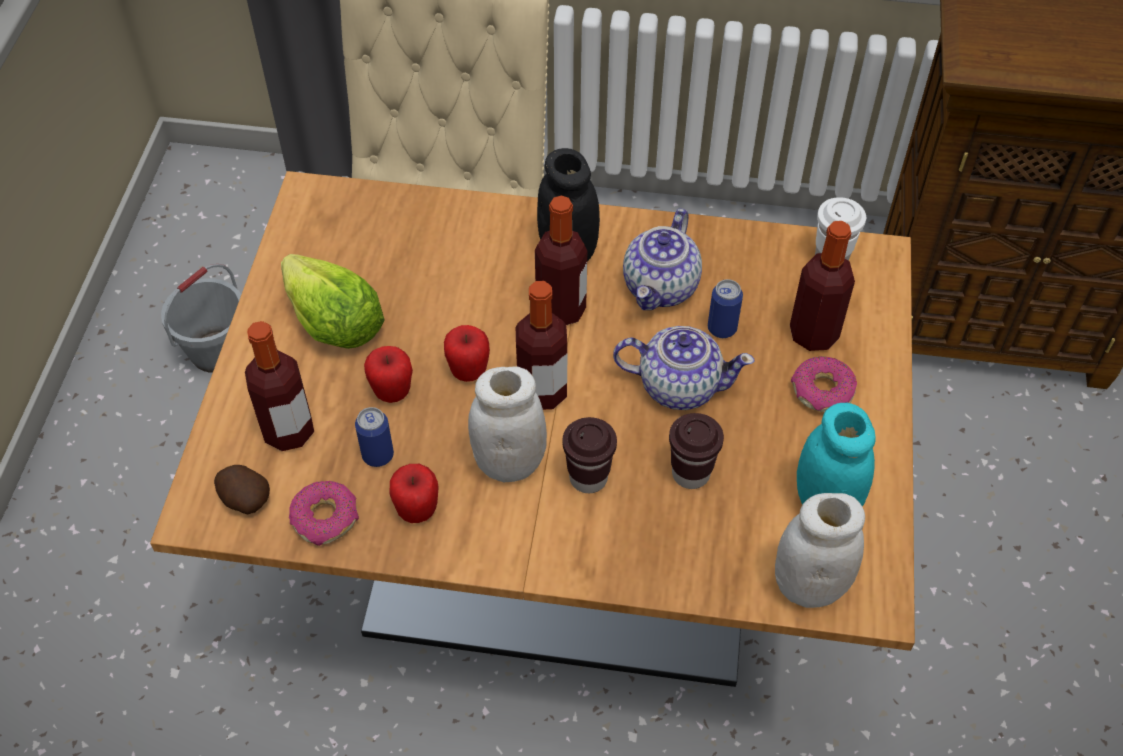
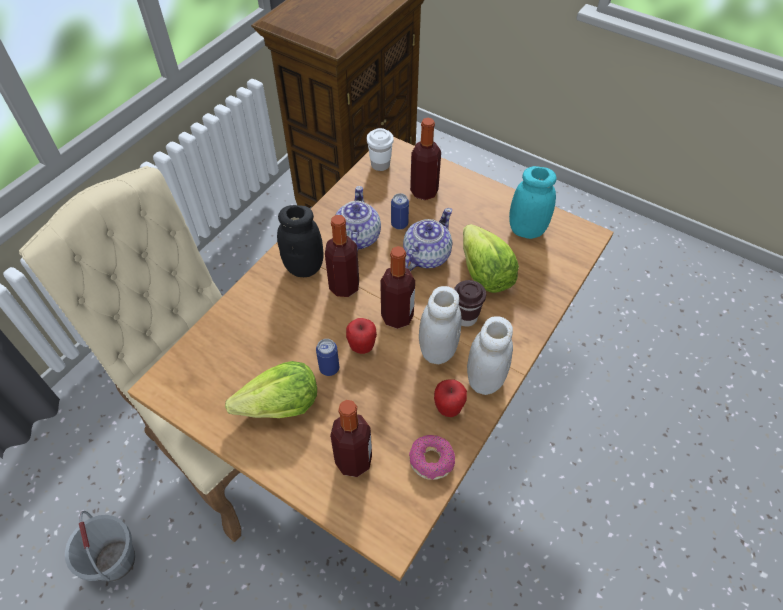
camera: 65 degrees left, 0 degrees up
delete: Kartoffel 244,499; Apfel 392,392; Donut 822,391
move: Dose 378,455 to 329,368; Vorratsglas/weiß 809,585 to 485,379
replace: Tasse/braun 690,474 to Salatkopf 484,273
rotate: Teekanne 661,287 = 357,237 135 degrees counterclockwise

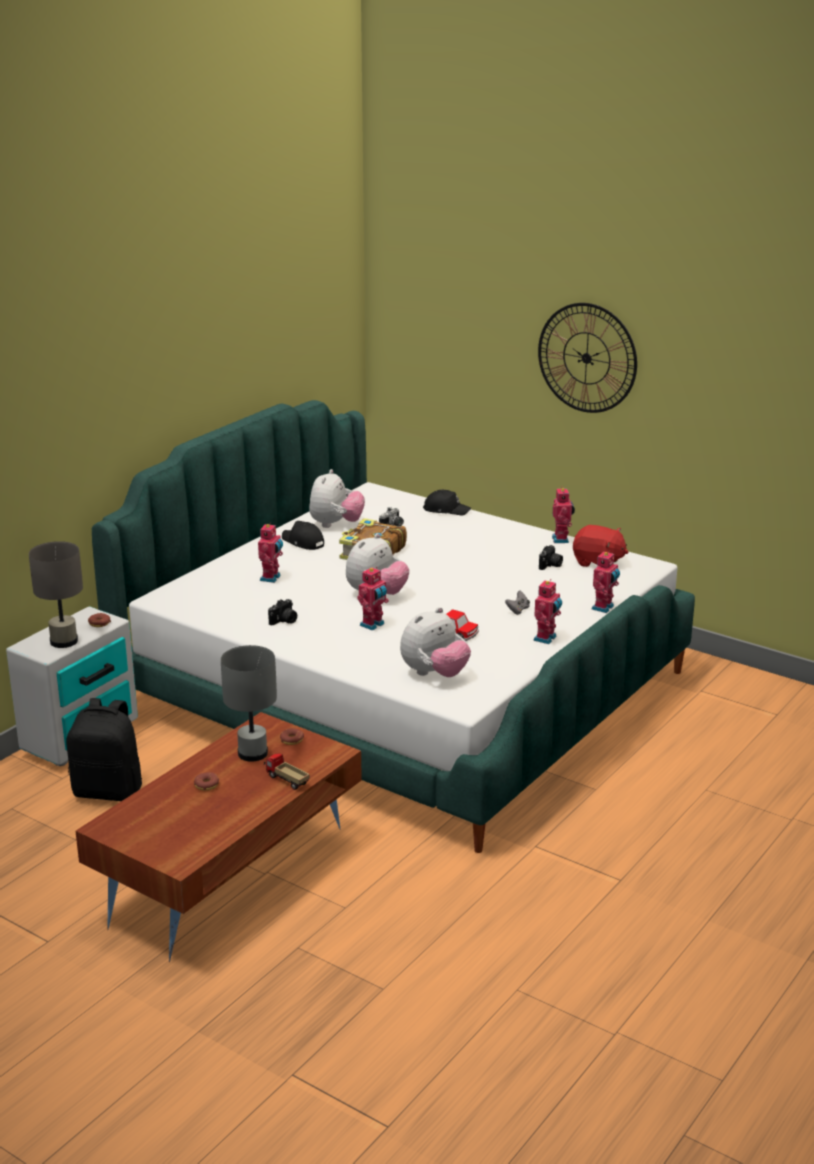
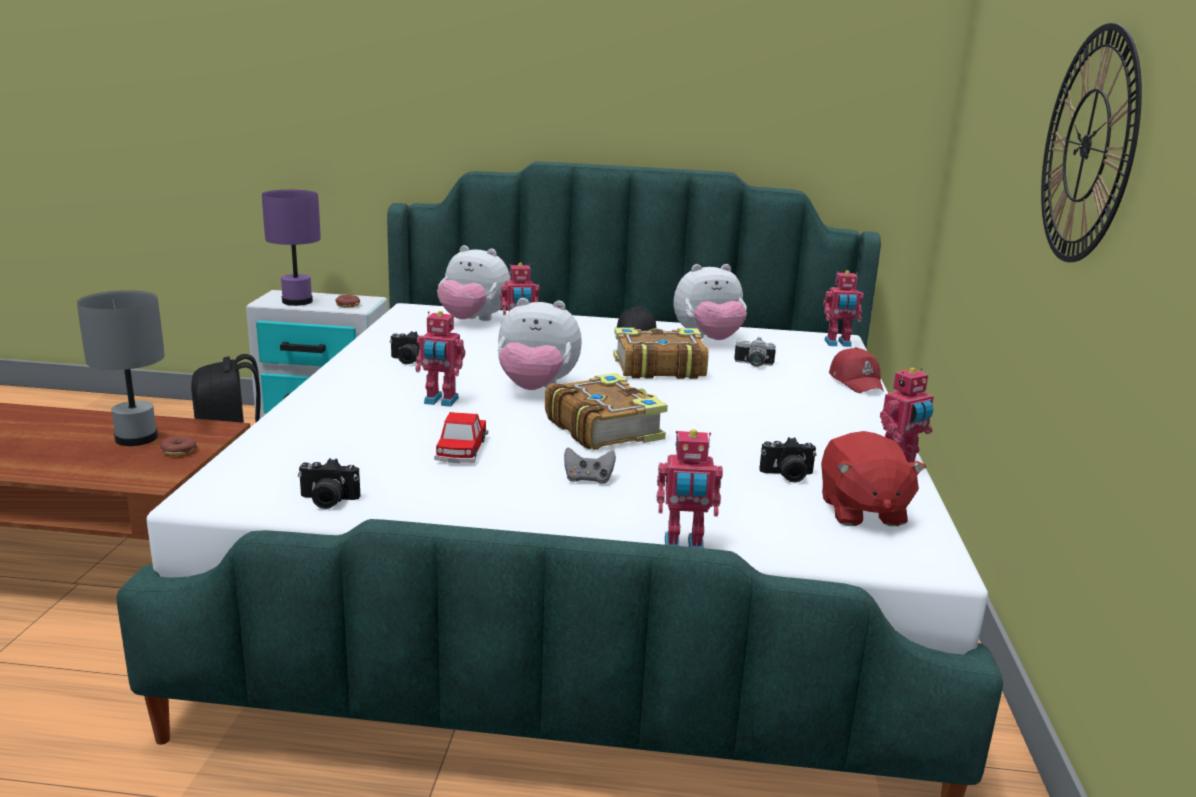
camera: 60 degrees right, 5 degrees down
delete: Donut 206,785; Spielzeuglaster 286,781
insert: Kamera 327,501; Buch 604,428
move: Plüschtier 434,674 to 473,321; Spielzeugroboter 546,638 to 838,344
recolor: Tischlampe/grau 63,642 to Tischlampe/lila 296,301; Kappe/schwarz 446,510 to Kappe/rot 856,382

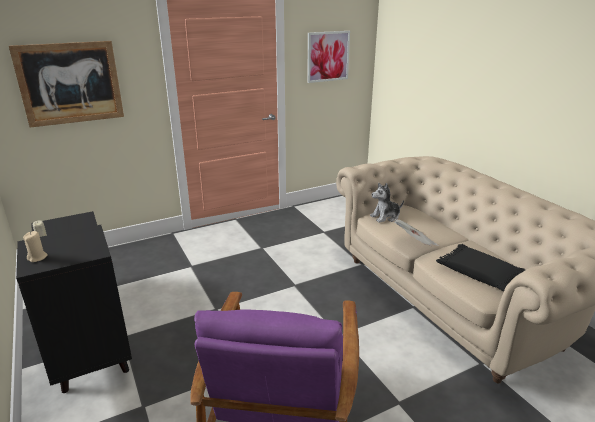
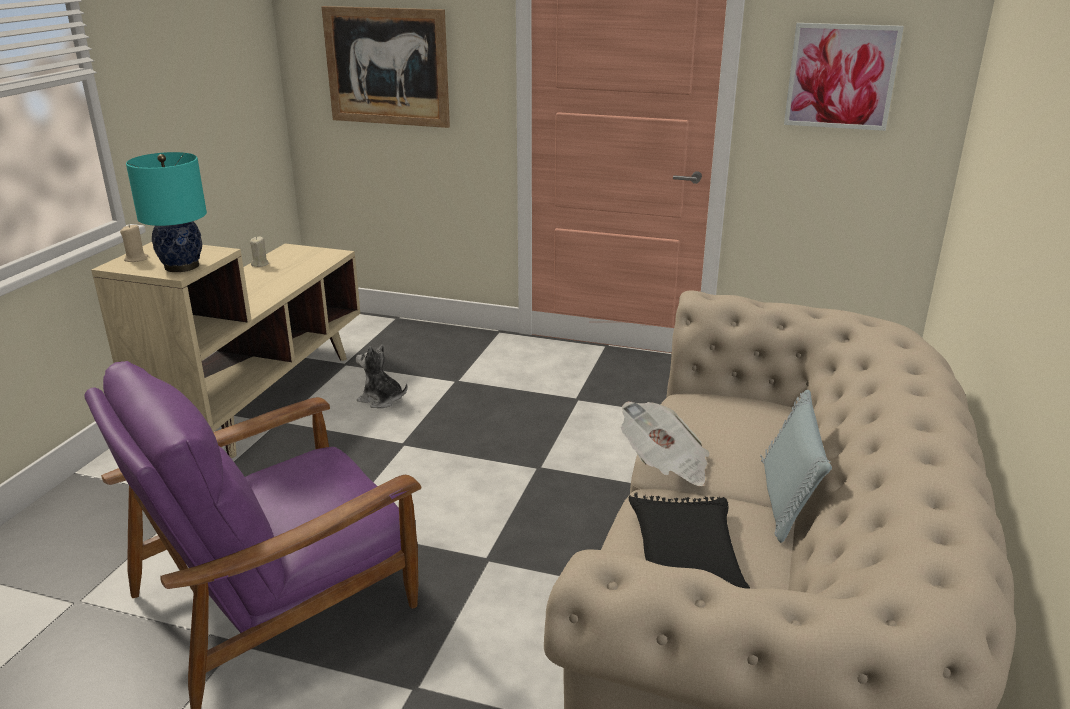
camera: 45 degrees right, 0 degrees up
insert: Tischlampe/türkis 181,266; Kissen/blau 788,501
move: Plüschtier 385,217 to 381,400
recolor: Fernsehschrank/schwarz 86,329 to Fernsehschrank/beige 262,396

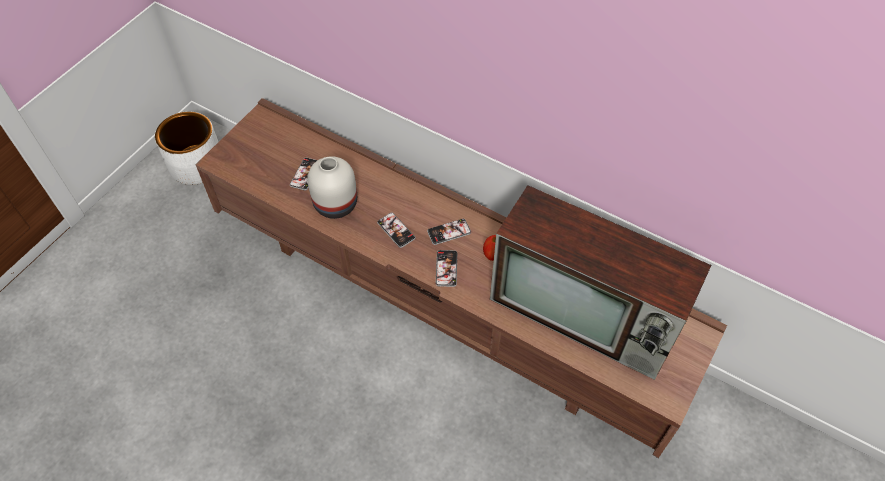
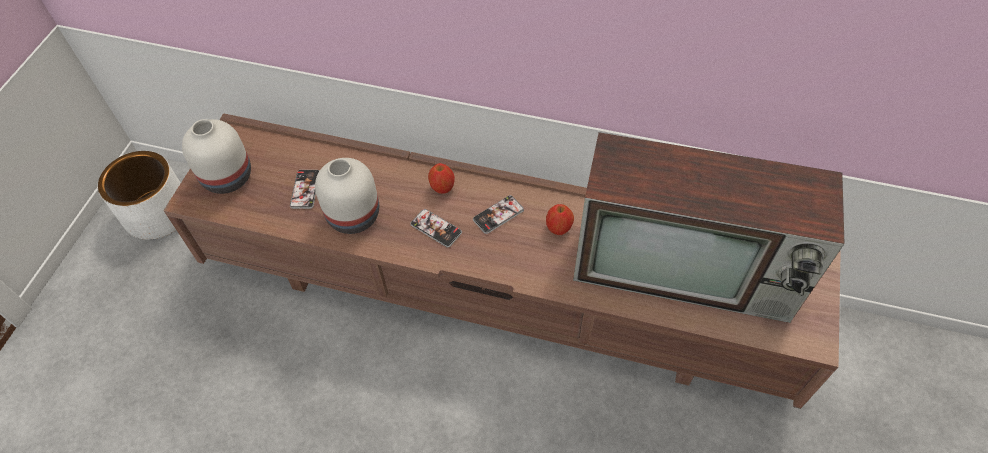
camera: 15 degrees left, 0 degrees up
delete: Handy 446,268
insert: Vase/weiß 226,177; Apfel 442,187

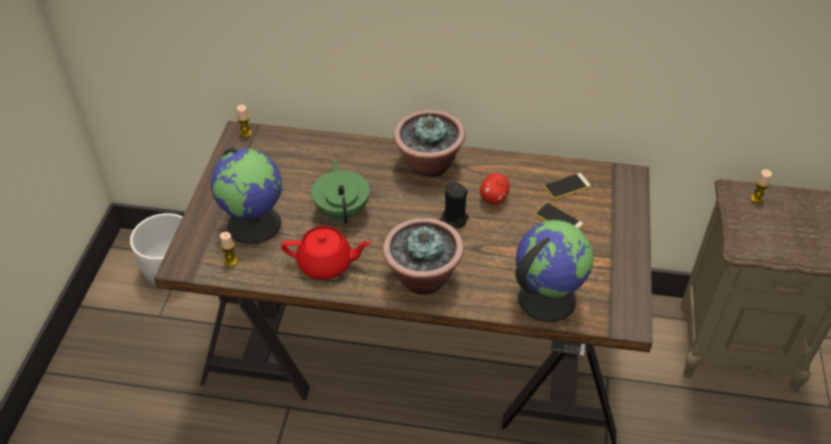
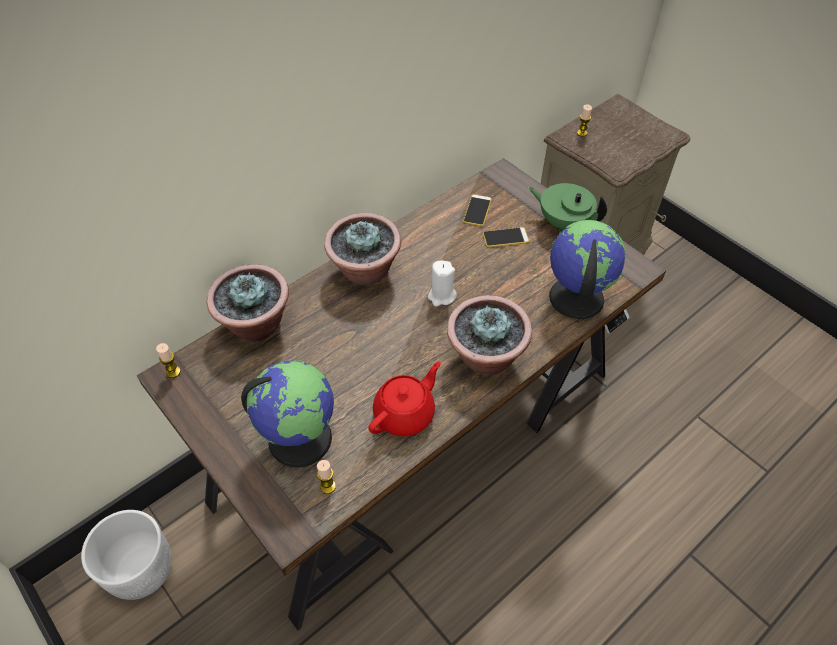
camera: 50 degrees left, 5 degrees up
delete: Apfel 493,199
insert: Topfpflanze 255,325
move: Teekanne/grün 342,210 to 563,222
recolor: Kerze/schwarz 454,219 to Kerze/weiß 441,296

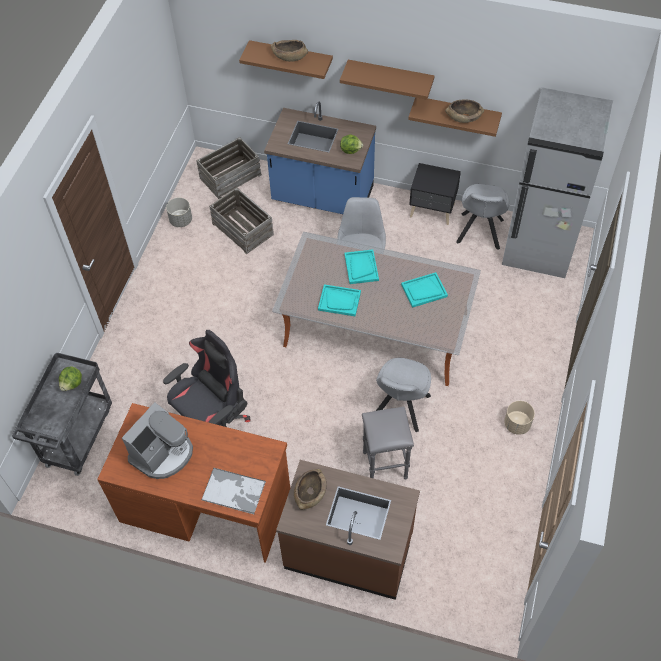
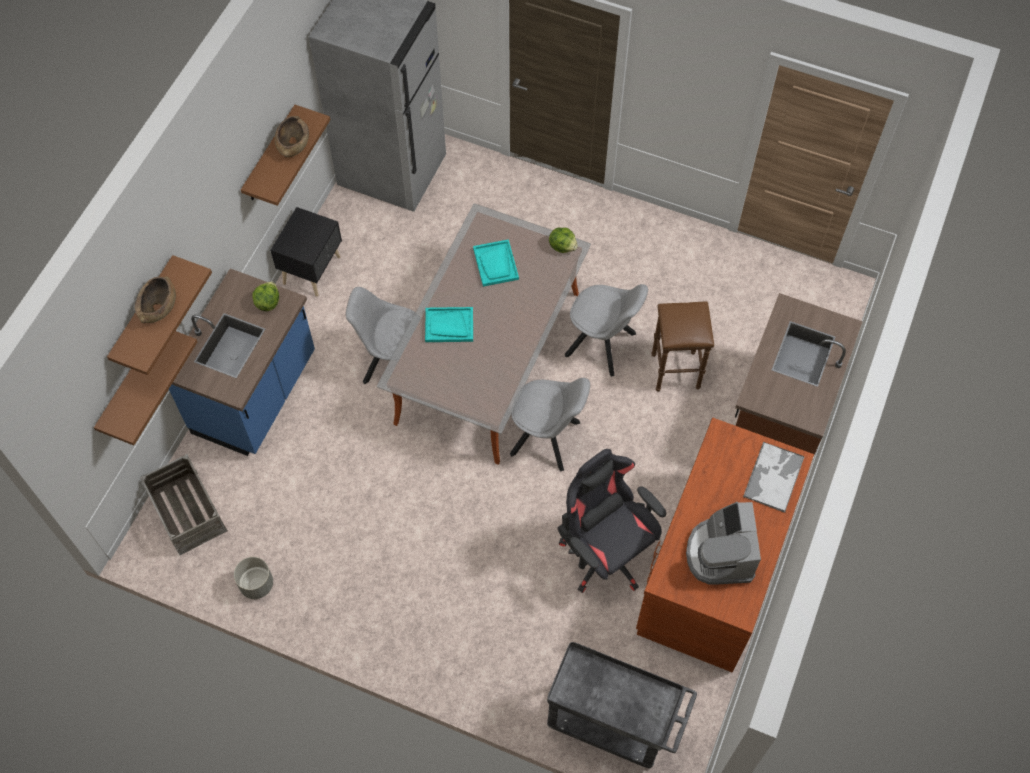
camera: 85 degrees left, 5 degrees up
delete: Kiste 243,228; Schüssel/braun 310,493; Tablett/türkis 339,301; Pflanzkübel/beige 517,424
move: Wandregal/braun 390,76 to 131,383; Stuhl/grau 480,232 to 547,439; Salatkopf 72,384 to 562,246
recolor: Hocker/grau 384,466 to Hocker/braun 676,371
rotate: Kaffeemaschine 163,453 = 720,554 135 degrees counterclockwise

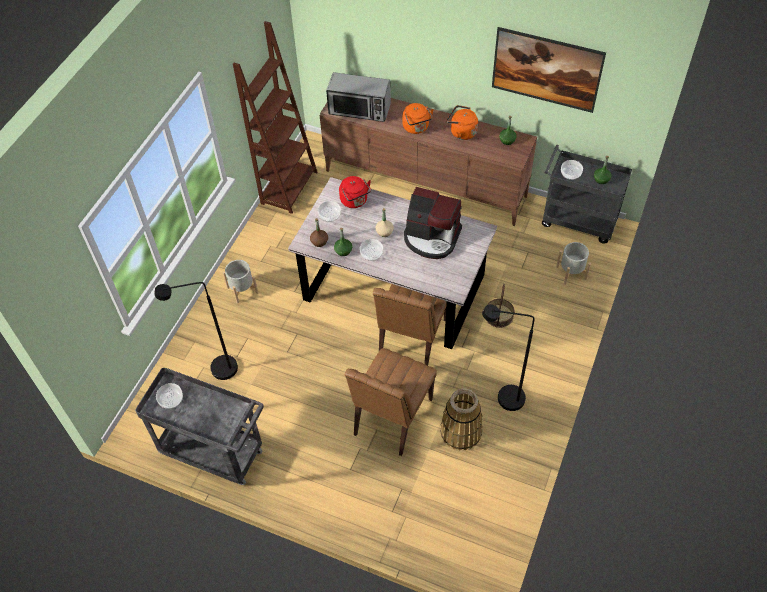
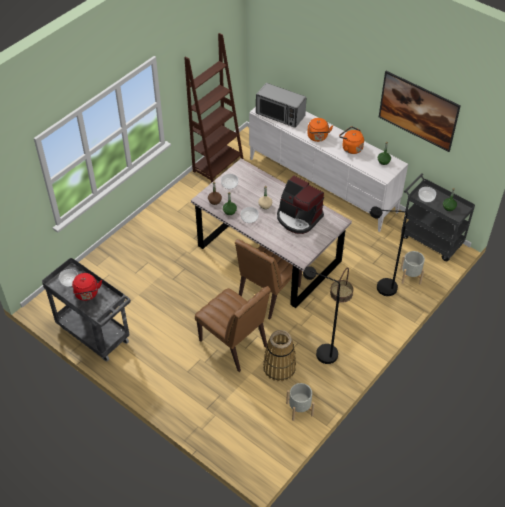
camera: 15 degrees right, 5 degrees down
move: Wasserkessel/rot 355,201 to 87,294; Pflanzkübel/grau 242,290 to 299,409; Stehlampe/schwarz 216,371 to 380,288
recolor: Schrank/braun 426,183 to Schrank/weiß 323,185
rotate: Stuhl/braun 393,416 = 233,343 90 degrees counterclockwise

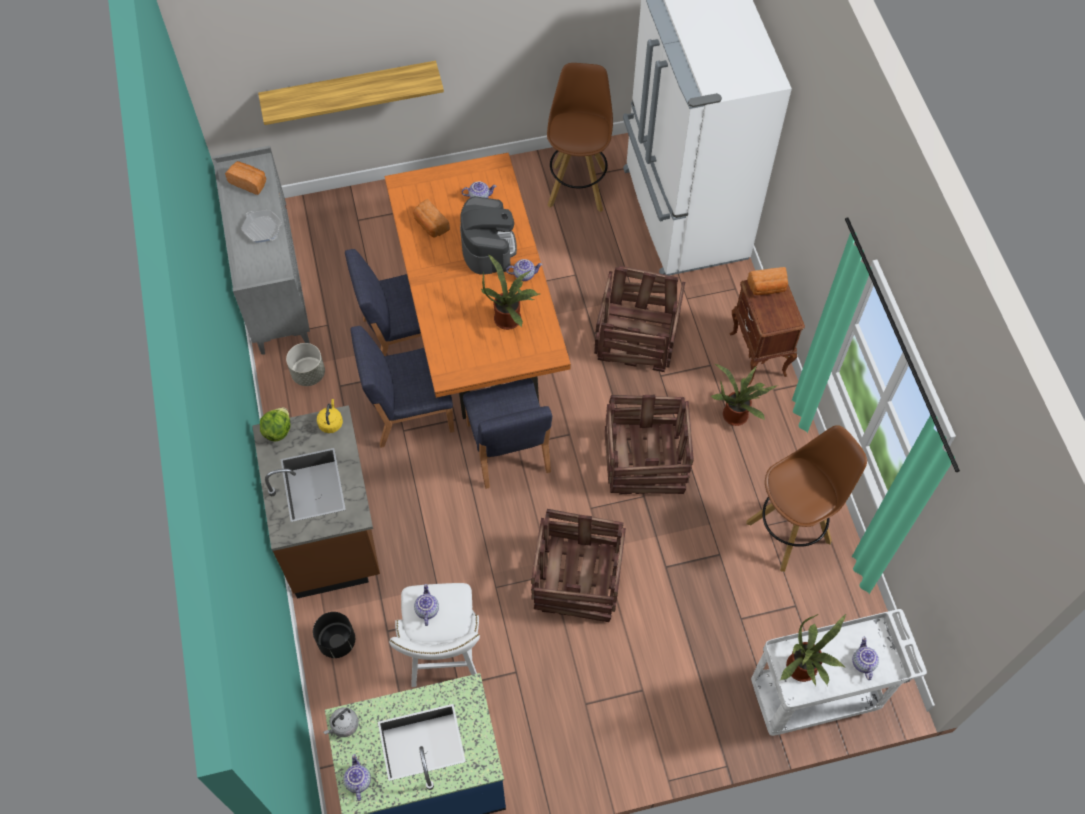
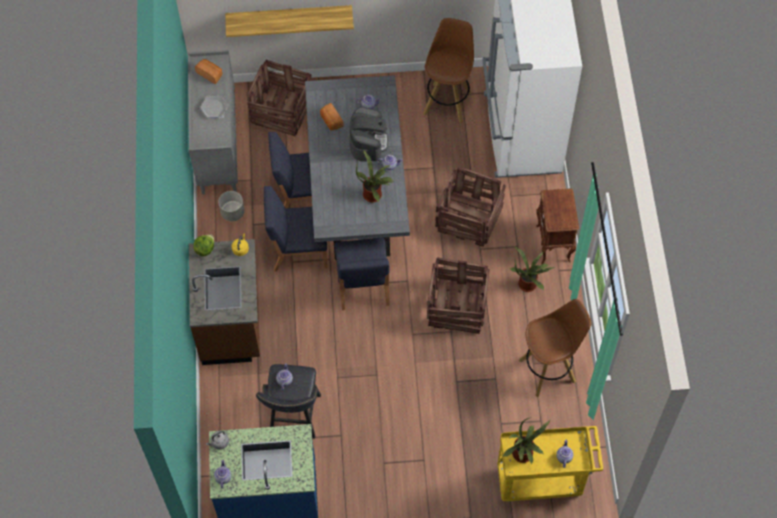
camera: 10 degrees right, 0 degrees up
delete: Pflanzkübel/schwarz 336,642; Brot 767,288
move: Kiste 577,580 to 281,111
recolor: Hocker/weiß 444,661 to Hocker/schwarz 294,421; Esstisch/orange 477,323 to Esstisch/grau 357,192; Rollwagen/weiß 819,696 to Rollwagen/gelb 543,482

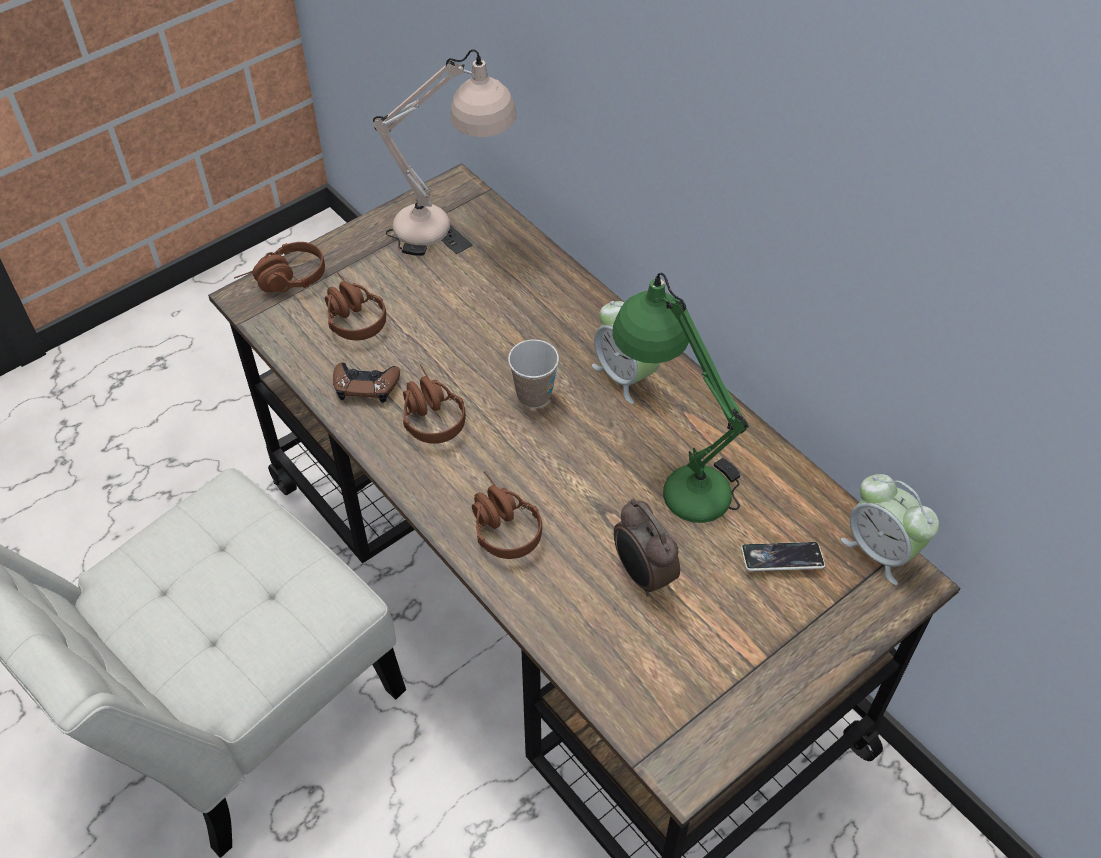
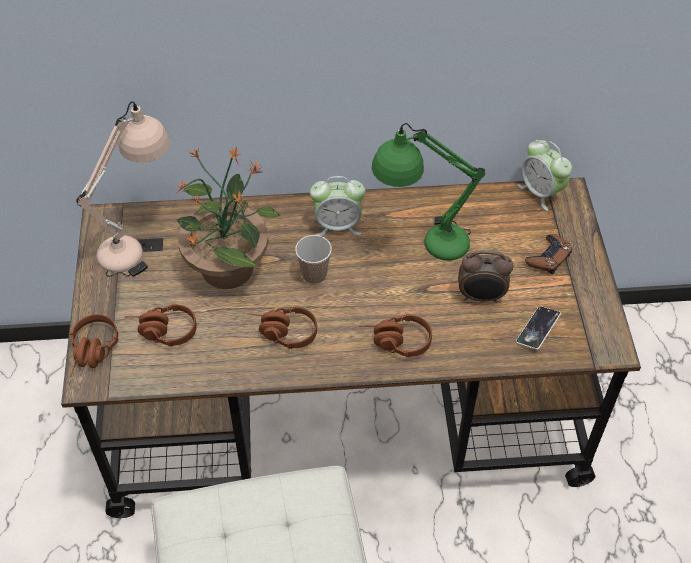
camera: 55 degrees left, 0 degrees up
insert: Topfpflanze 228,267
move: Handy 781,559 to 537,330; Gamepad/braun 366,385 to 549,257
rotate: Wecker 880,551 = 541,192 60 degrees clockwise

